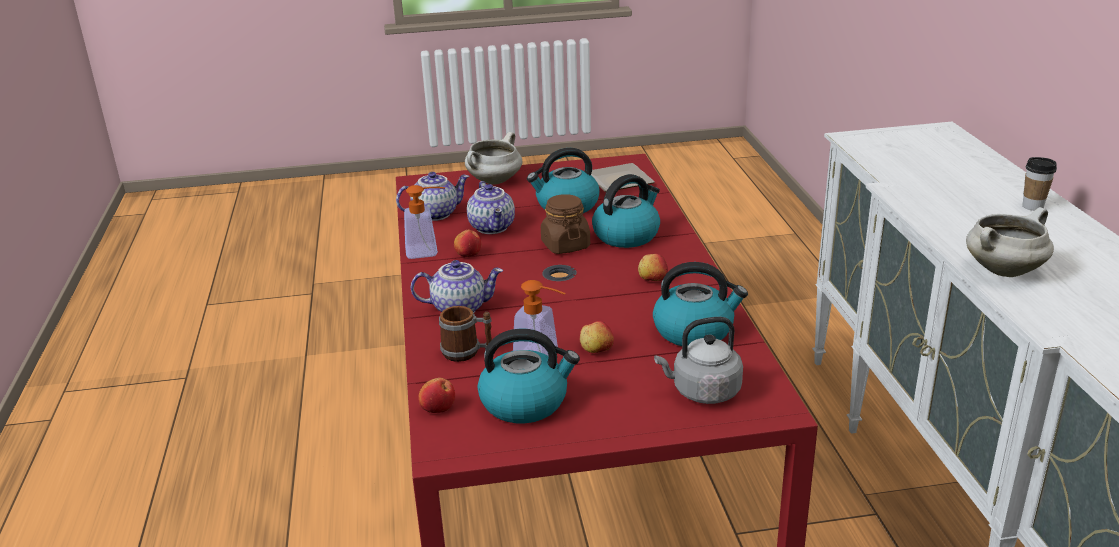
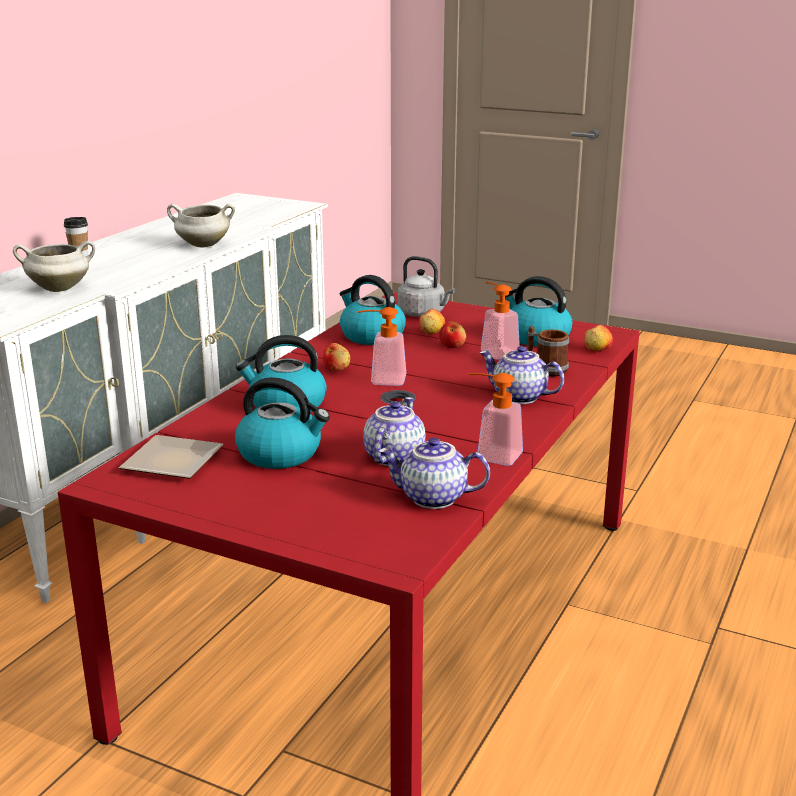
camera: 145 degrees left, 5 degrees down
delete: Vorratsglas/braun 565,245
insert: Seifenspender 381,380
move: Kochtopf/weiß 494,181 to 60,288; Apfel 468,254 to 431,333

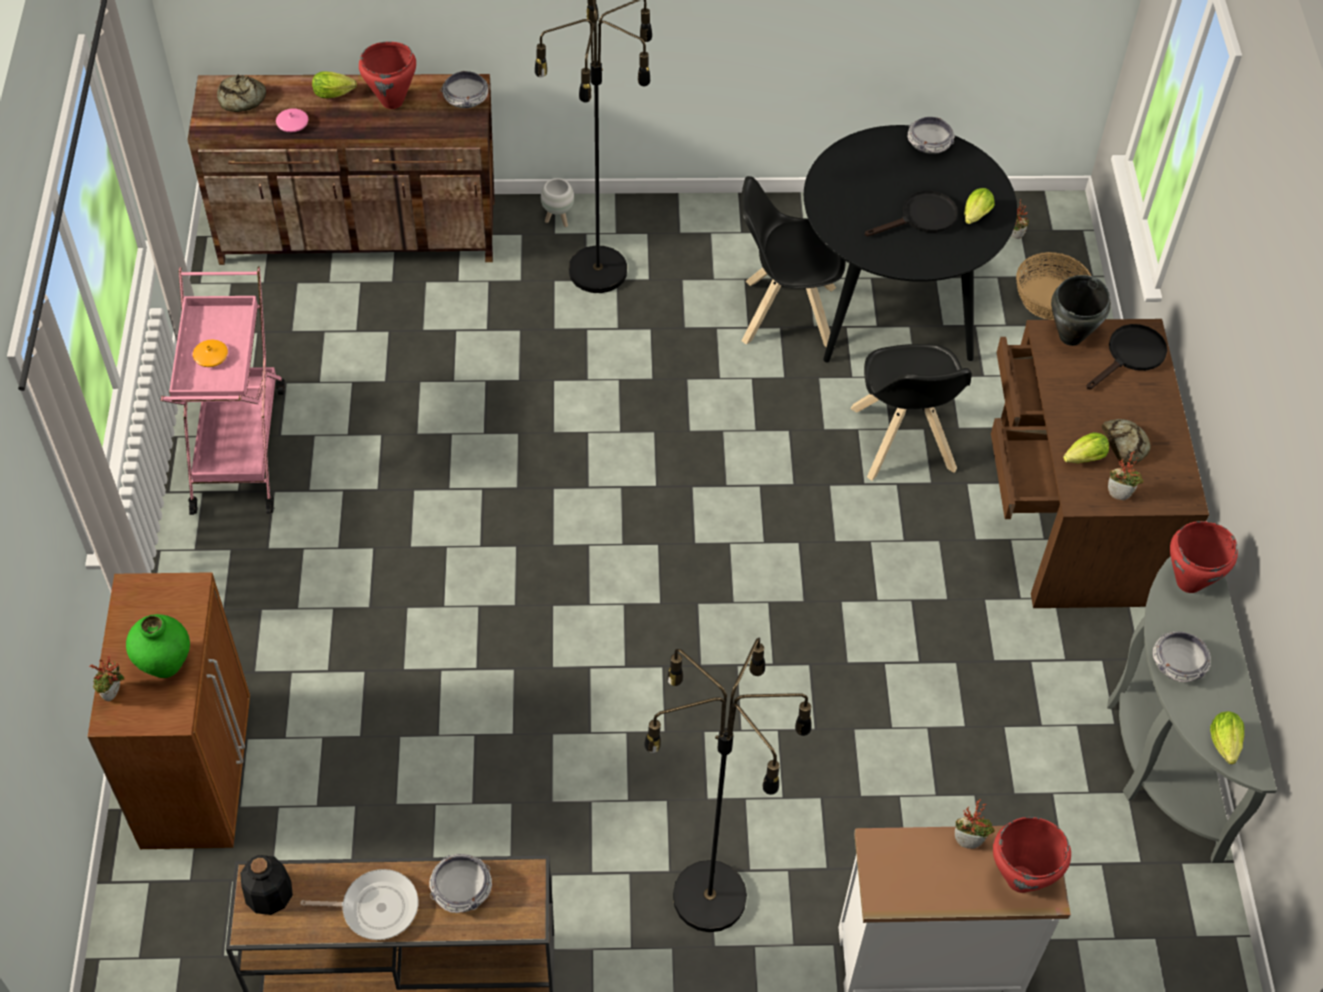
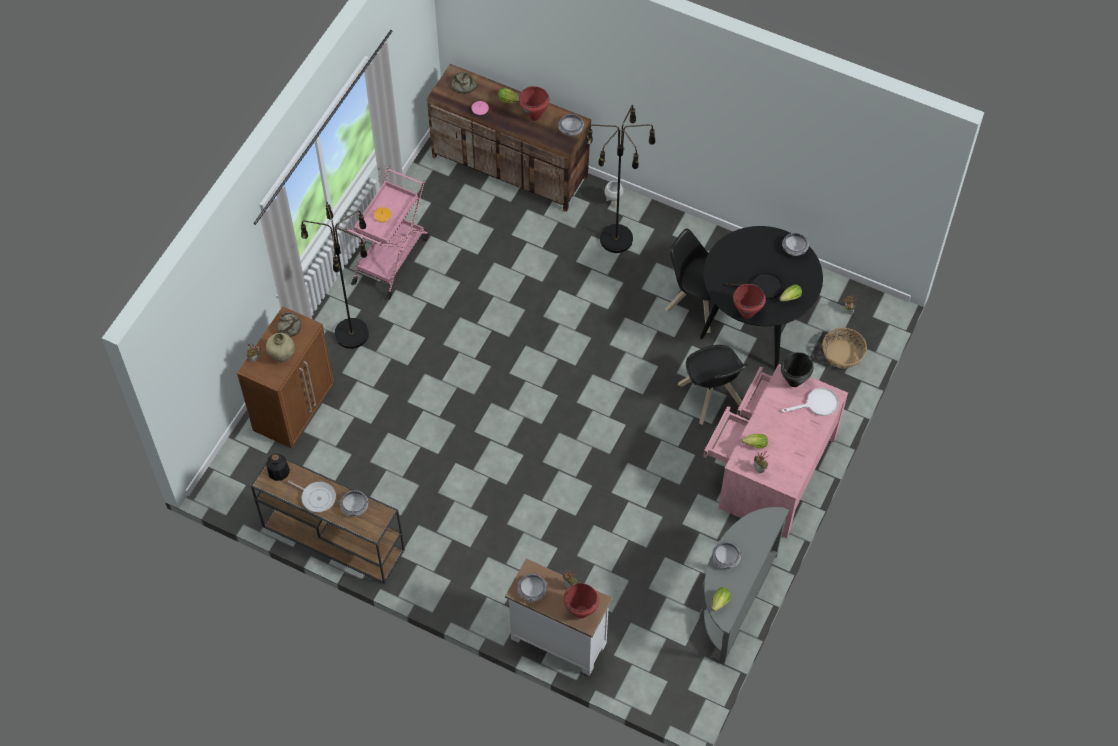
camera: 30 degrees right, 5 degrees up
insert: Schüssel 532,590
move: Brot 1124,444 to 289,326; Stehlampe 711,896 to 352,334; Kochtopf/rot 1188,582 to 746,313
recolor: Vase/grün 165,664 to Vase/beige 282,356; Schreibtisch/braun 1067,511 to Schreibtisch/rosa 770,469; Pfanne/schwarz 1131,356 to Pfanne/weiß 817,404
rotate: Stuhl/schwarz 903,442 = 711,397 45 degrees counterclockwise

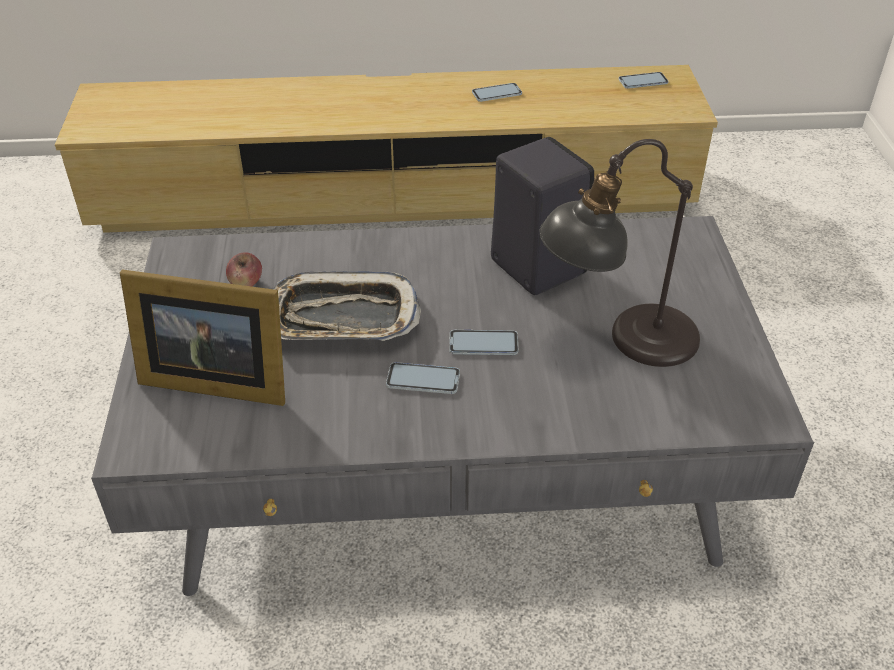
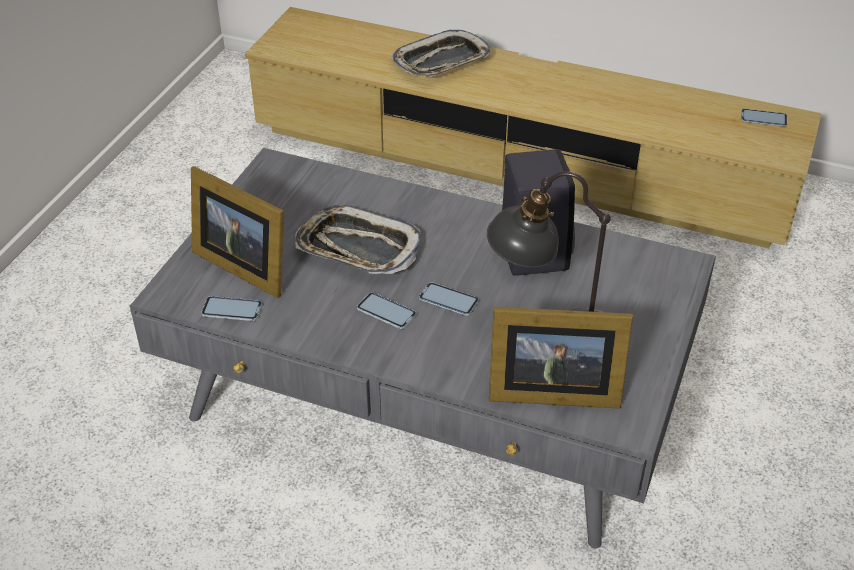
camera: 25 degrees right, 0 degrees up
delete: Apfel 246,283
insert: Tablett 442,61; Bilderrahmen 549,390
move: Handy 496,93 to 232,310

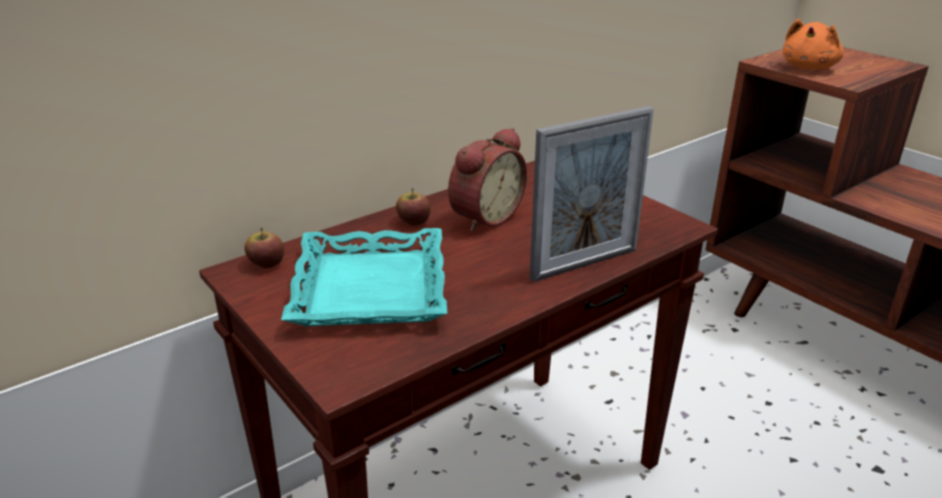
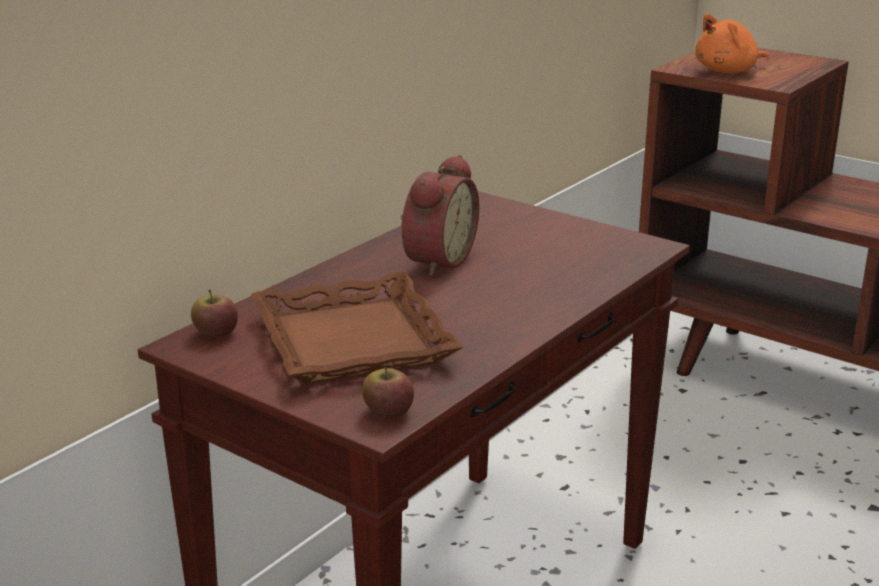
camera: 15 degrees left, 5 degrees down
delete: Bilderrahmen 584,264
move: Apfel 413,222 to 388,412
recolor: Tablett/türkis 369,288 to Tablett/braun 351,341
rotate: Plüschtier/orange 809,67 = 728,71 45 degrees clockwise

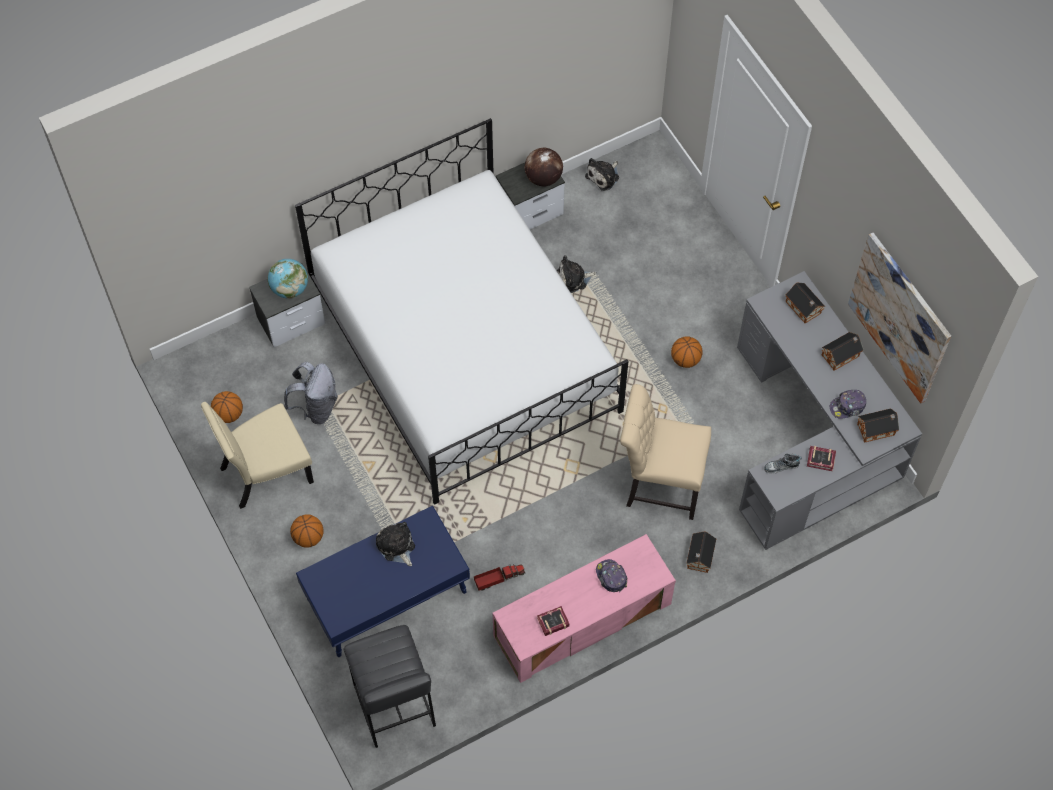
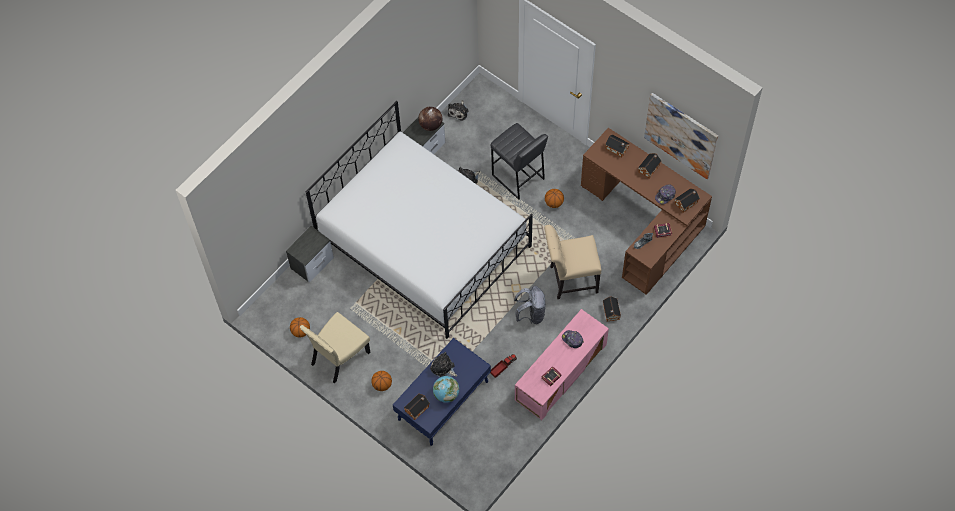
camera: 20 degrees left, 0 degrees up
insert: Spielzeughaus 418,408
move: Globus 290,289 to 446,394; Hocker/grau 394,706 to 518,177; Rucksack/grau 316,407 to 531,314
recolor: Schreibtisch/grau 811,439 to Schreibtisch/braun 644,223

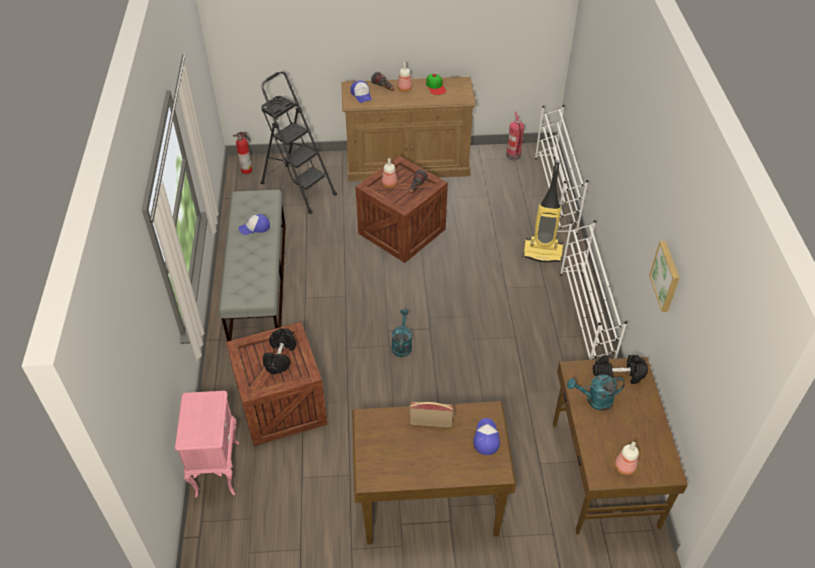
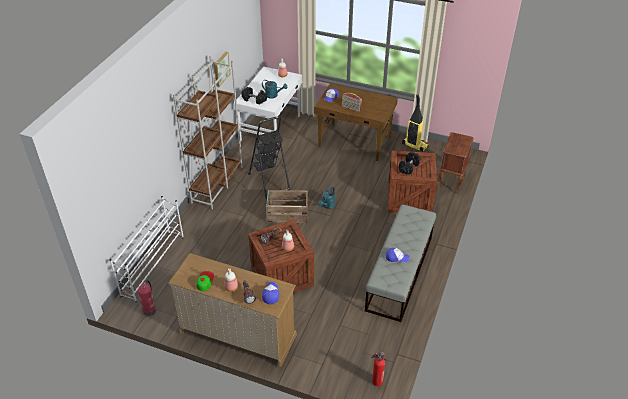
camera: 155 degrees left, 5 degrees down
insert: Kiste 287,214
move: Trittleiter 297,187 to 269,185; Staubsauger 543,252 to 414,146
replace: Schuhregal/weiß 584,322 to Bücherregal/braun 217,184
recolor: Schreibtisch/braun 602,474 to Schreibtisch/weiß 271,128; Nachttisch/rosa 217,468 to Nachttisch/braun 451,182

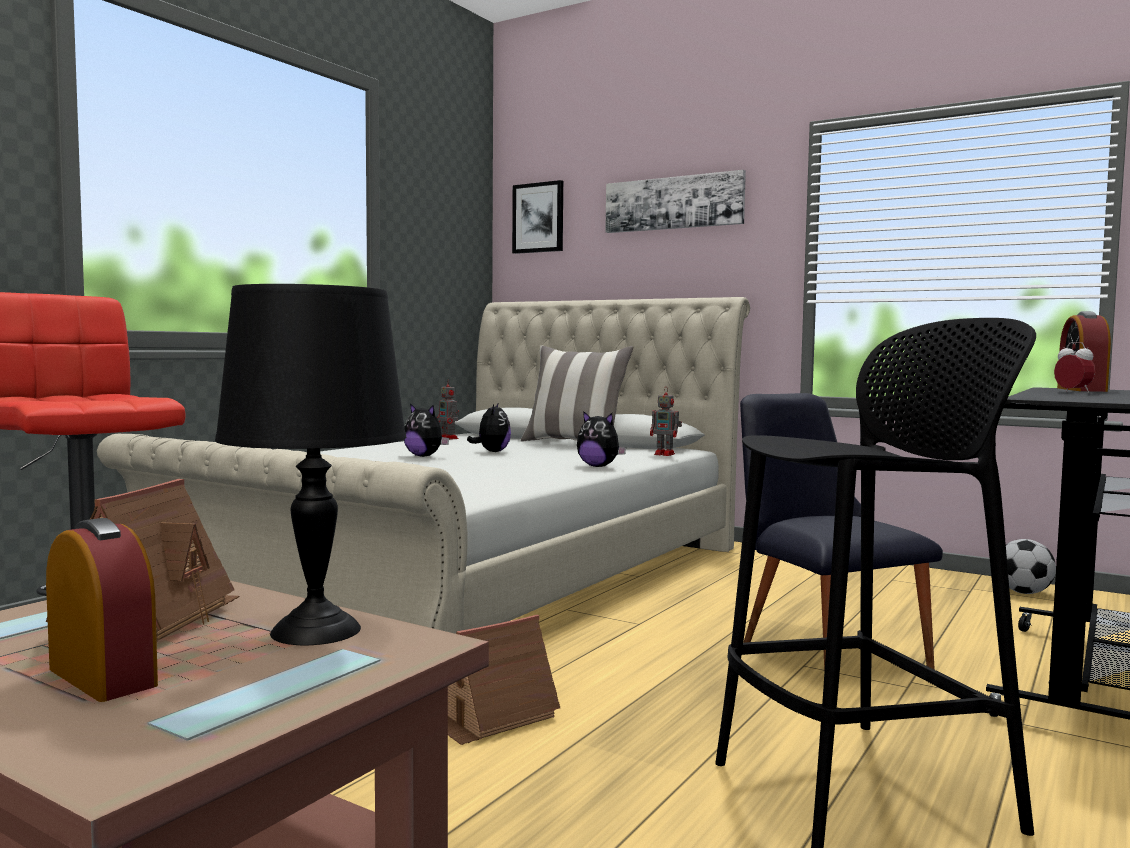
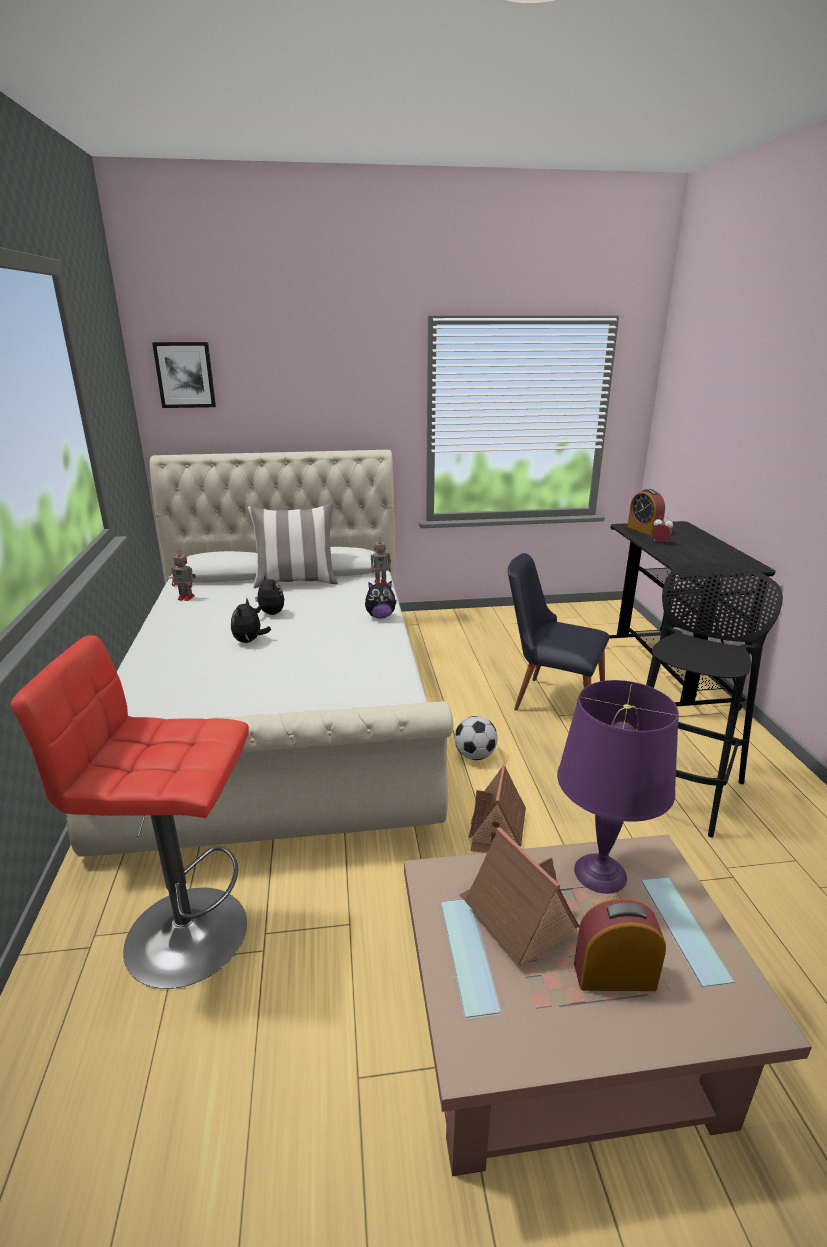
camera: 40 degrees left, 20 degrees up
delete: Bild 674,203
move: Fußball 1024,592 to 475,755
recolor: Tischlampe/schwarz 317,630 to Tischlampe/lila 600,872
rotate: Plüschtier 424,456 = 249,641 105 degrees clockwise

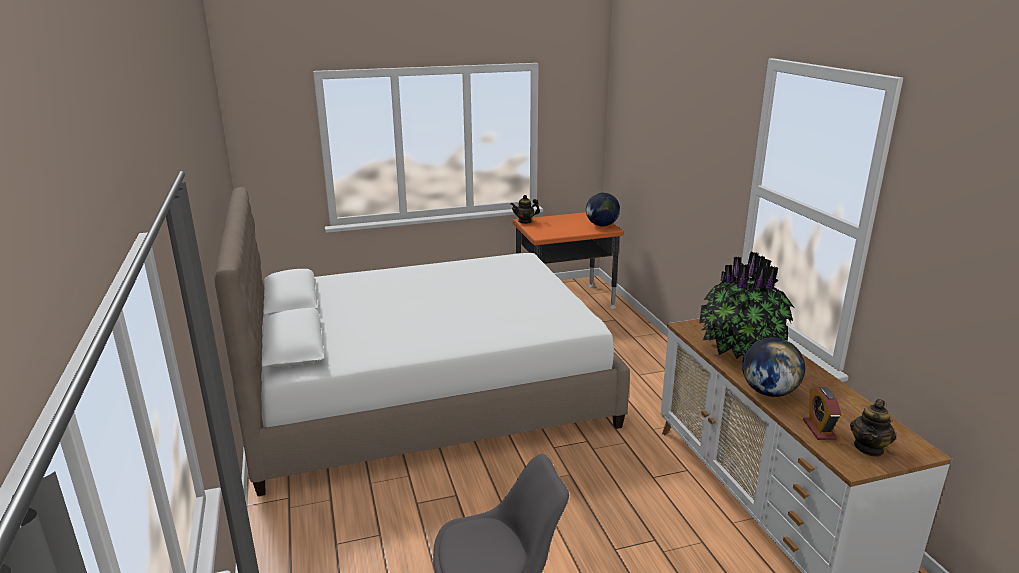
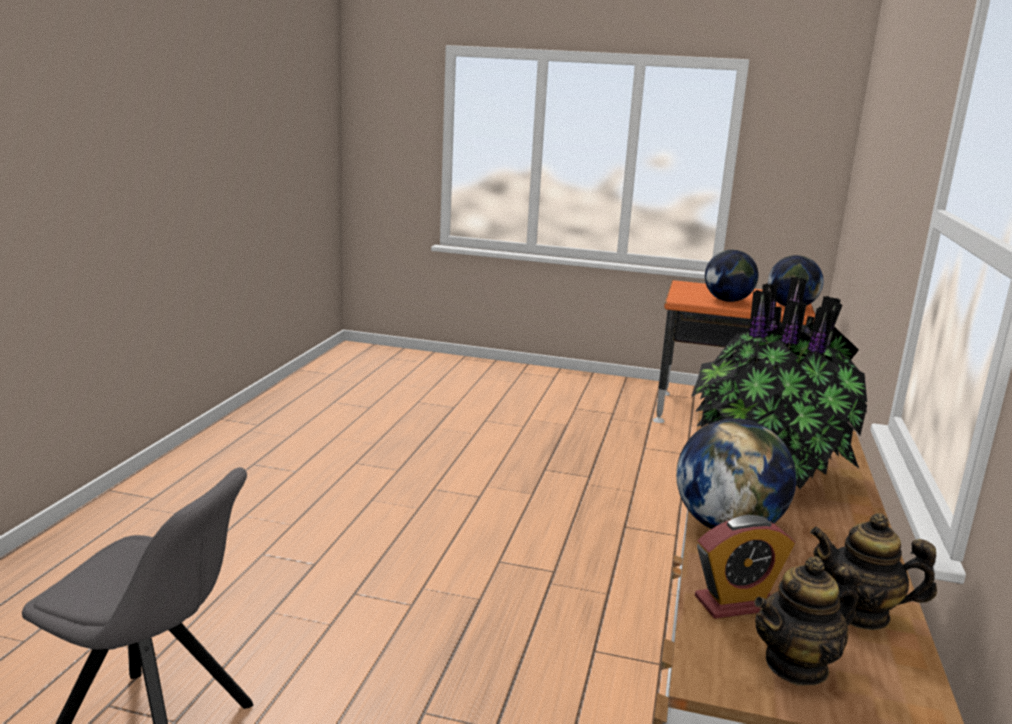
camera: 30 degrees right, 5 degrees down
delete: Bett/weiß 426,393
insert: Globus 727,301
move: Teekanne 525,221 to 860,613
rotate: Wecker 819,429 = 736,603 135 degrees counterclockwise

